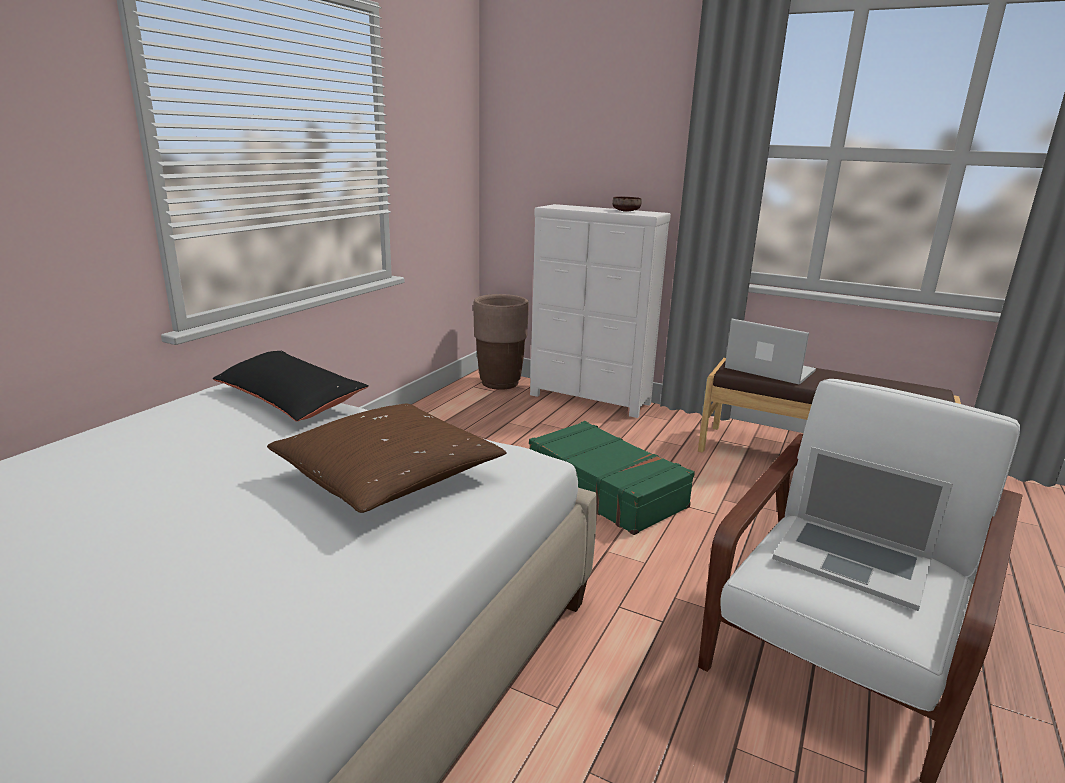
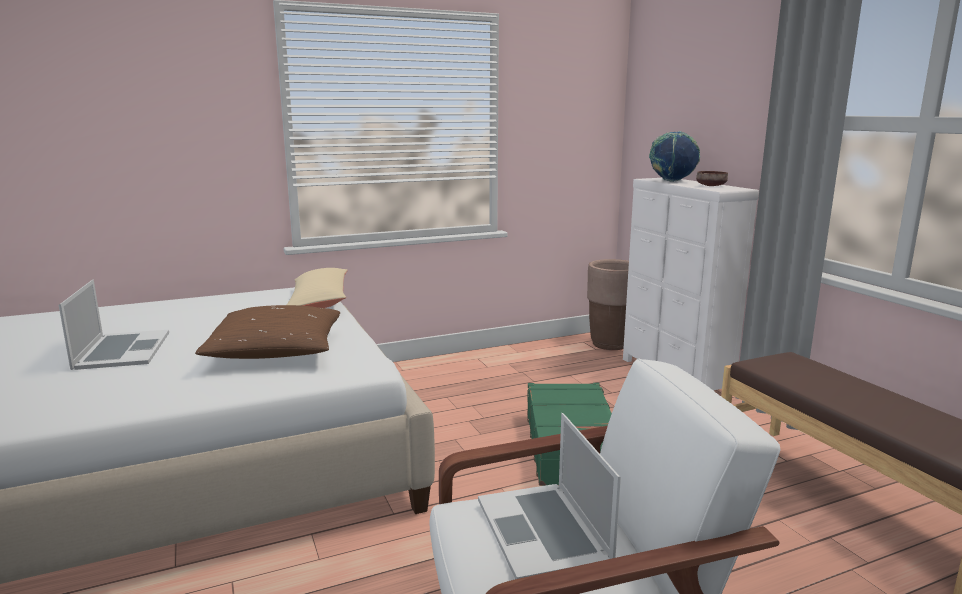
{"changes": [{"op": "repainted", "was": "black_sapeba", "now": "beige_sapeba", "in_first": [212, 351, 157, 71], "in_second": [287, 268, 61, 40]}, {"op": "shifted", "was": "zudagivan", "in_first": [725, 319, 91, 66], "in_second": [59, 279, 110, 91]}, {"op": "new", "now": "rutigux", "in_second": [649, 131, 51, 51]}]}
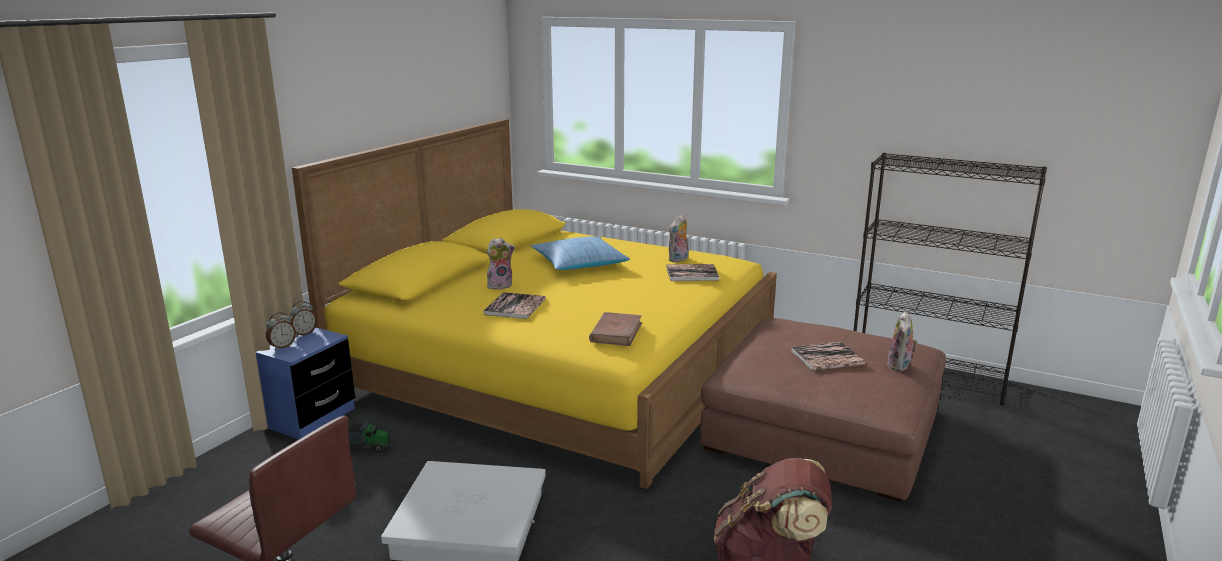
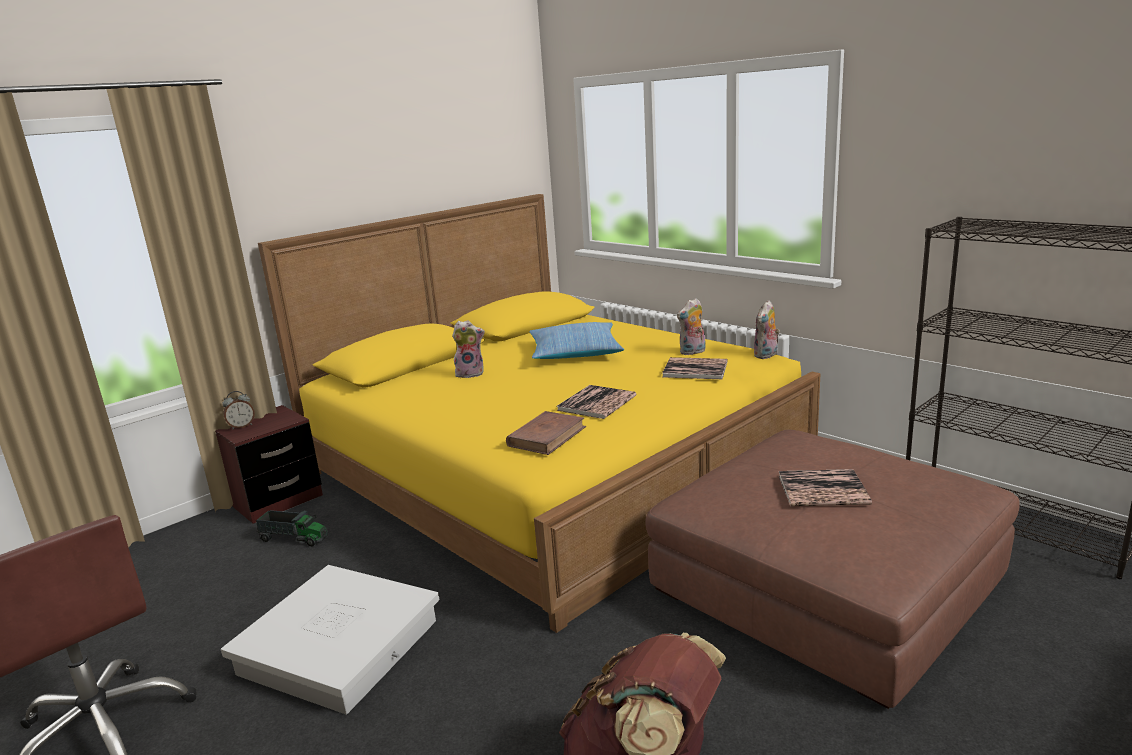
{"changes": [{"op": "repainted", "was": "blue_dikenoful", "now": "brown_dikenoful", "in_first": [256, 327, 99, 112], "in_second": [215, 405, 108, 118]}, {"op": "gone", "was": "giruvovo", "in_first": [290, 300, 27, 37]}, {"op": "shifted", "was": "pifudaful", "in_first": [483, 292, 63, 27], "in_second": [557, 385, 80, 34]}, {"op": "shifted", "was": "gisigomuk", "in_first": [887, 311, 30, 60], "in_second": [754, 300, 26, 59]}]}
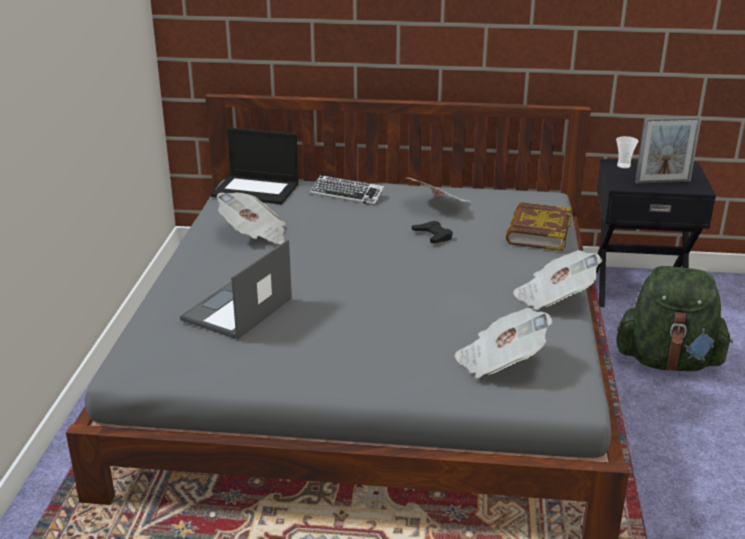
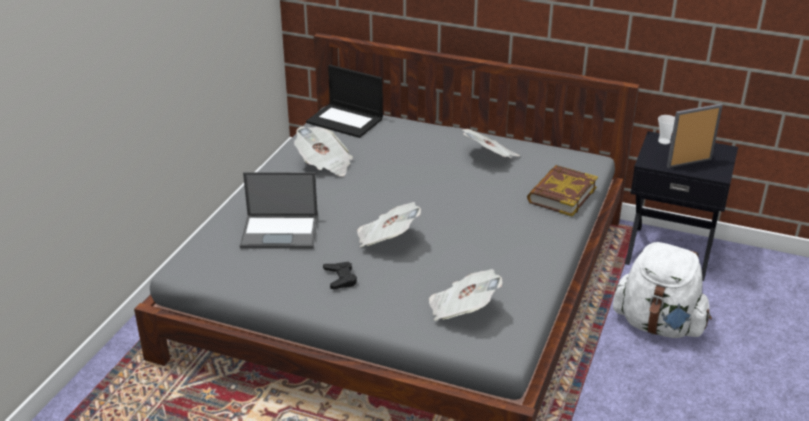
{"changes": [{"op": "rotated", "was": "zudagivan", "in_first": [180, 240, 112, 100], "in_second": [240, 172, 78, 77], "clockwise": -135}, {"op": "gone", "was": "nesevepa", "in_first": [310, 175, 75, 30]}, {"op": "shifted", "was": "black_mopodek", "in_first": [412, 221, 41, 22], "in_second": [323, 262, 34, 27]}, {"op": "shifted", "was": "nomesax", "in_first": [513, 250, 89, 60], "in_second": [357, 202, 64, 45]}, {"op": "repainted", "was": "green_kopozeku", "now": "white_kopozeku", "in_first": [616, 266, 117, 105], "in_second": [613, 242, 99, 96]}, {"op": "rotated", "was": "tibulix", "in_first": [635, 116, 67, 68], "in_second": [667, 104, 56, 64], "clockwise": 150}]}
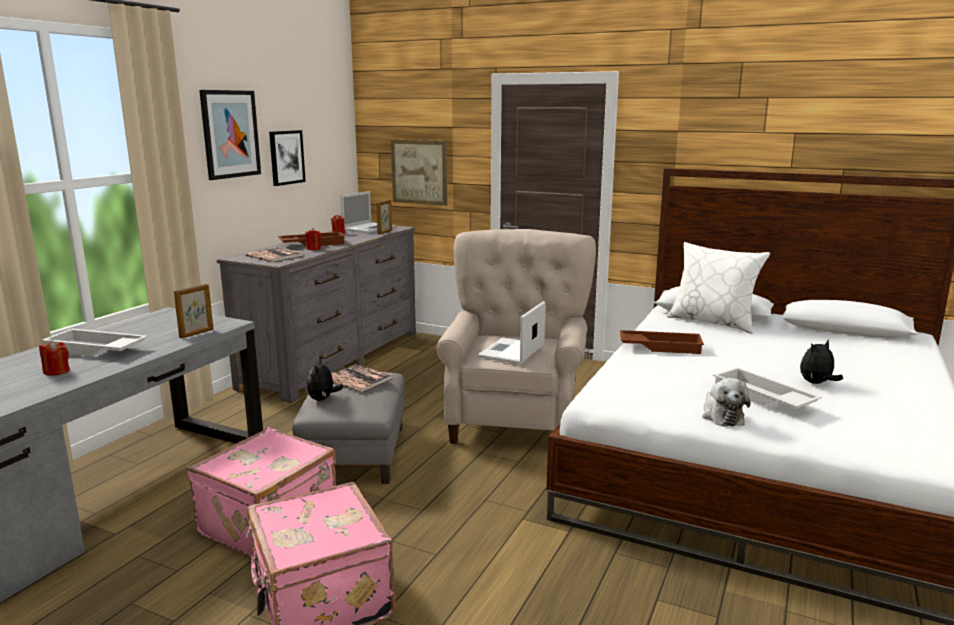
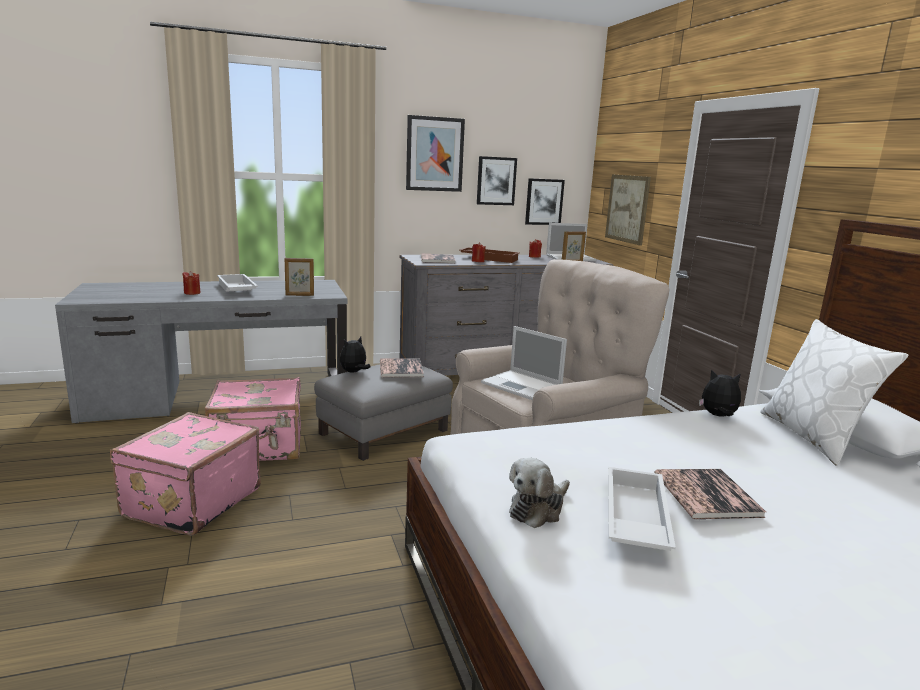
{"changes": [{"op": "rotated", "was": "zudagivan", "in_first": [477, 301, 69, 63], "in_second": [481, 326, 86, 74], "clockwise": -120}, {"op": "gone", "was": "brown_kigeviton", "in_first": [620, 330, 84, 24]}, {"op": "shifted", "was": "gisigomuk", "in_first": [800, 340, 43, 44], "in_second": [699, 370, 42, 47]}, {"op": "new", "now": "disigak", "in_second": [525, 178, 40, 47]}, {"op": "new", "now": "pifudaful", "in_second": [655, 469, 111, 50]}]}
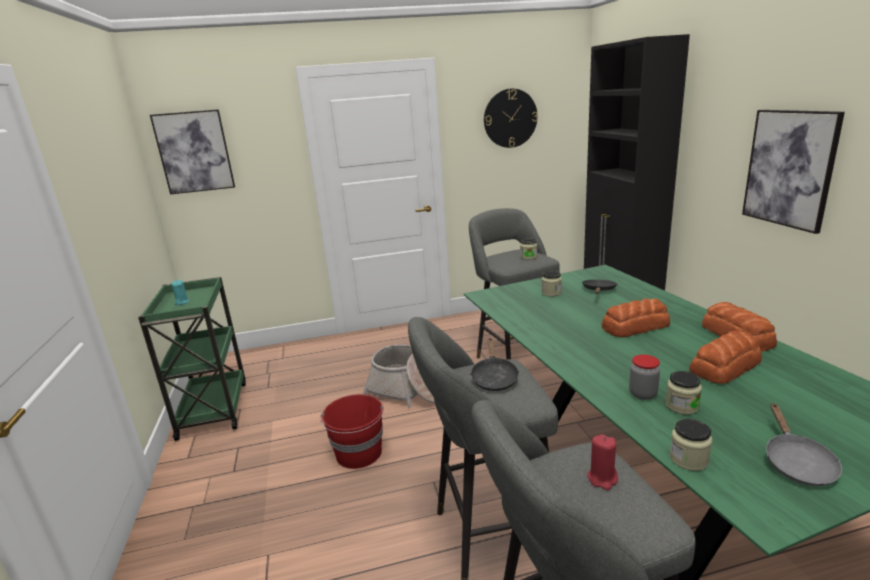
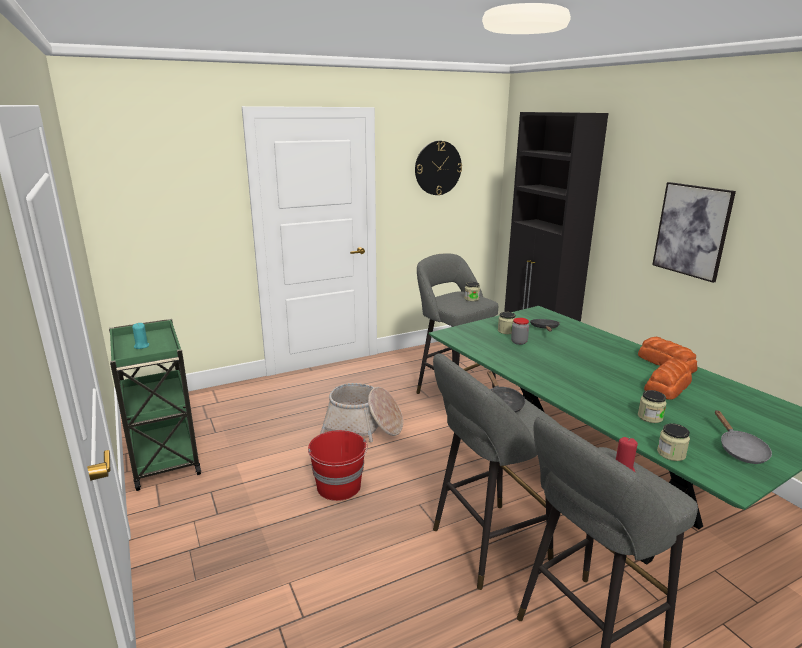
{"changes": [{"op": "gone", "was": "disigak", "in_first": [150, 109, 85, 85]}, {"op": "gone", "was": "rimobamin", "in_first": [602, 298, 68, 39]}, {"op": "shifted", "was": "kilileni", "in_first": [629, 354, 31, 46], "in_second": [511, 318, 18, 27]}]}
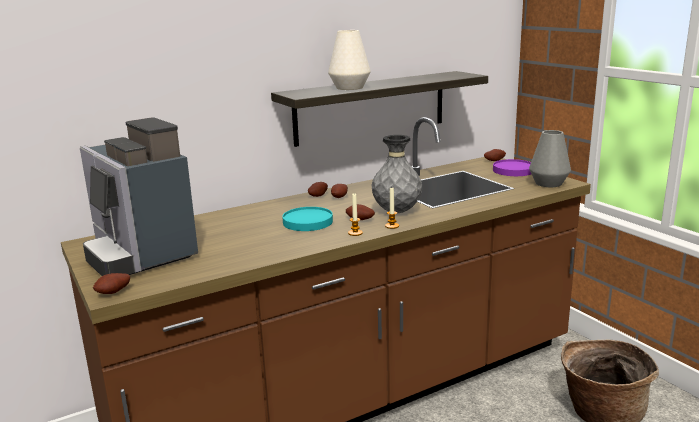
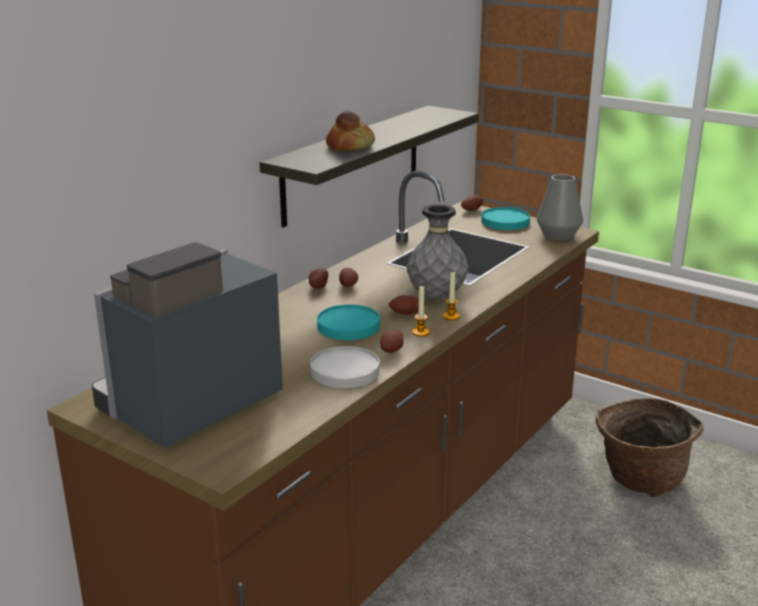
{"changes": [{"op": "rotated", "was": "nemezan", "in_first": [80, 117, 118, 159], "in_second": [92, 242, 191, 206], "clockwise": 105}, {"op": "shifted", "was": "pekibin", "in_first": [93, 273, 37, 21], "in_second": [380, 330, 24, 23]}, {"op": "swapped", "was": "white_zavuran", "now": "rimobamin", "in_first": [328, 30, 43, 60], "in_second": [326, 111, 49, 40]}, {"op": "repainted", "was": "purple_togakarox", "now": "turquoise_togakarox", "in_first": [493, 159, 38, 17], "in_second": [481, 207, 49, 23]}, {"op": "new", "now": "white_togakarox", "in_second": [310, 346, 70, 42]}]}
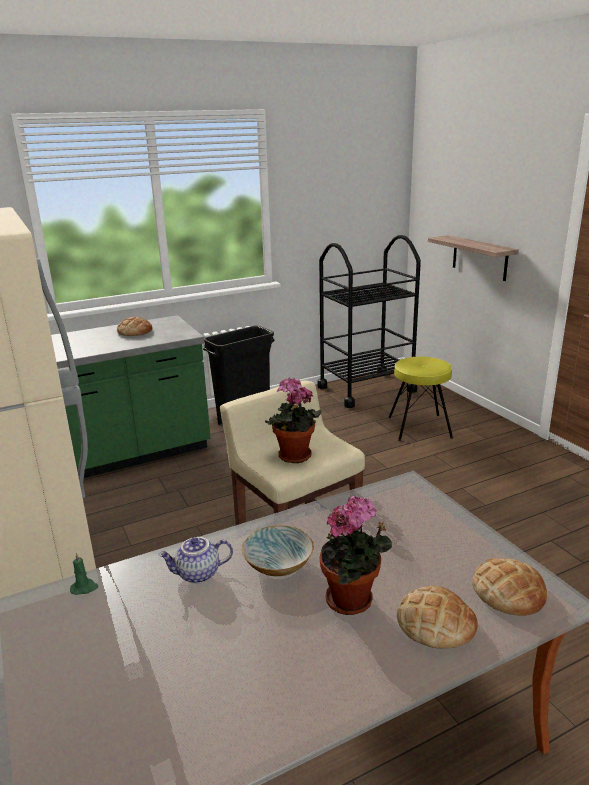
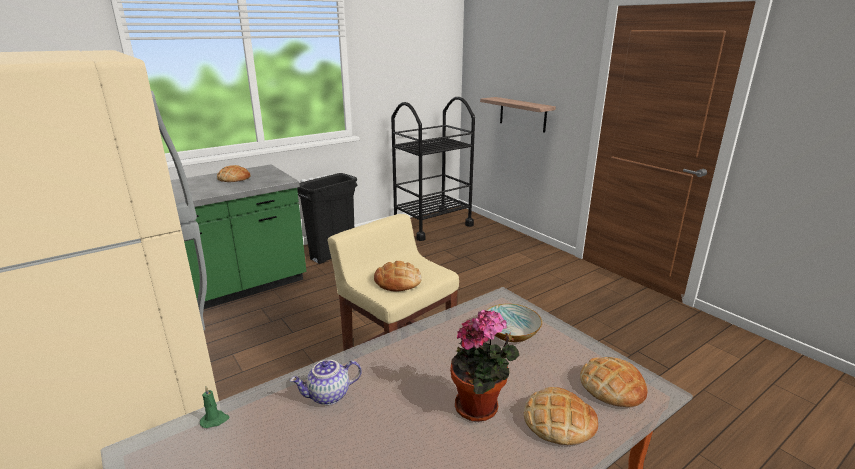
{"changes": [{"op": "shifted", "was": "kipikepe", "in_first": [242, 525, 72, 51], "in_second": [486, 304, 56, 38]}, {"op": "swapped", "was": "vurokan", "now": "rimobamin", "in_first": [265, 377, 57, 86], "in_second": [374, 261, 48, 31]}, {"op": "gone", "was": "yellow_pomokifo", "in_first": [388, 357, 65, 84]}]}
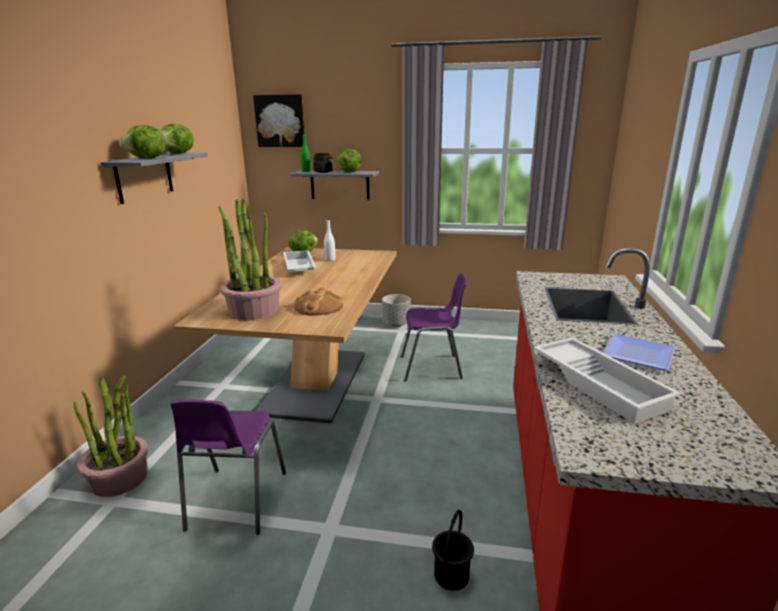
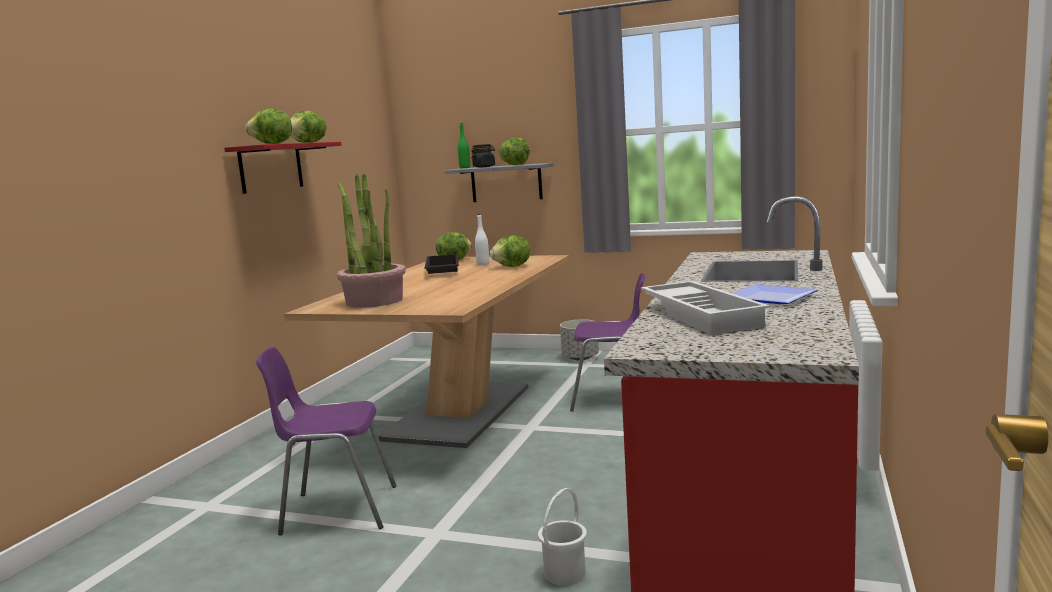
{"changes": [{"op": "gone", "was": "vurokan", "in_first": [73, 375, 75, 122]}, {"op": "repainted", "was": "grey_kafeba", "now": "red_kafeba", "in_first": [101, 153, 107, 51], "in_second": [224, 142, 118, 52]}, {"op": "rotated", "was": "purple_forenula", "in_first": [171, 400, 115, 135], "in_second": [256, 347, 140, 188], "clockwise": 75}, {"op": "gone", "was": "disigak", "in_first": [253, 94, 51, 53]}, {"op": "repainted", "was": "white_kigeviton", "now": "black_kigeviton", "in_first": [283, 250, 33, 22], "in_second": [425, 254, 34, 20]}, {"op": "gone", "was": "rimobamin", "in_first": [294, 287, 49, 29]}, {"op": "repainted", "was": "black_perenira", "now": "white_perenira", "in_first": [432, 510, 42, 81], "in_second": [538, 488, 49, 97]}, {"op": "new", "now": "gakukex", "in_second": [490, 235, 40, 32]}]}
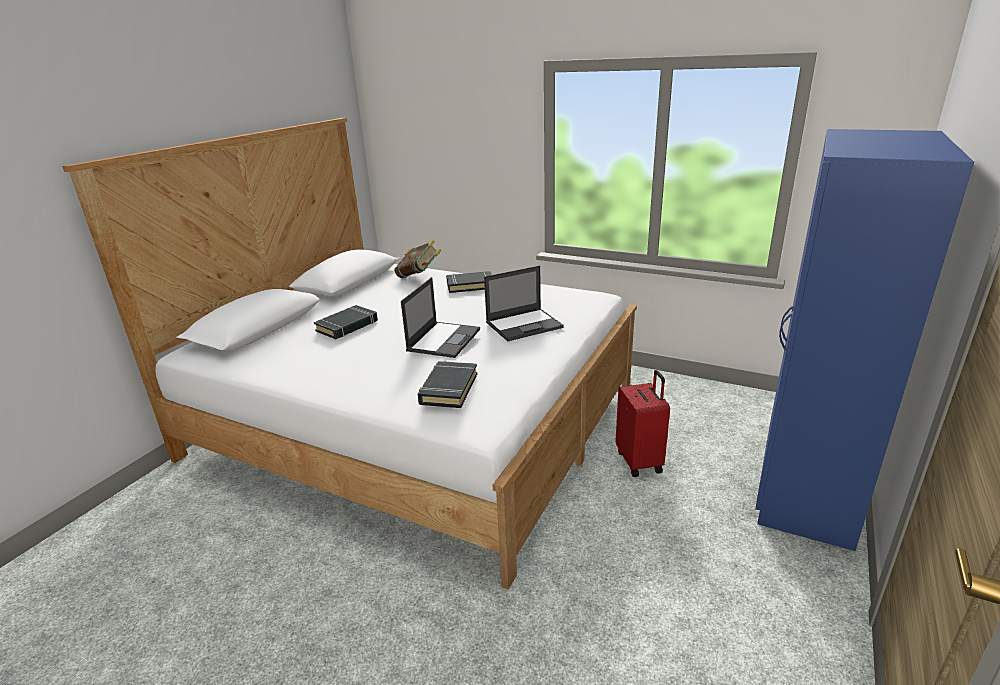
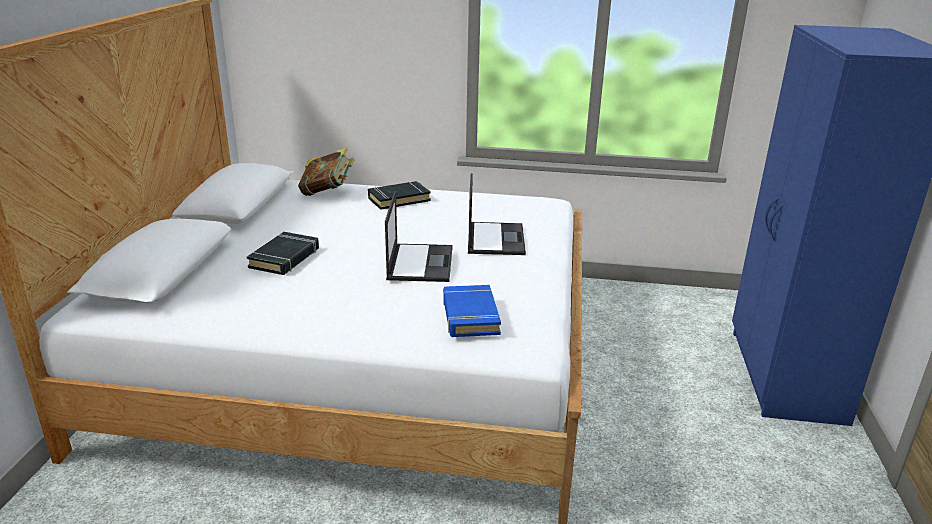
{"changes": [{"op": "repainted", "was": "black_pifudaful", "now": "blue_pifudaful", "in_first": [418, 361, 59, 47], "in_second": [443, 285, 58, 52]}, {"op": "rotated", "was": "zudagivan", "in_first": [484, 266, 80, 75], "in_second": [468, 173, 58, 82], "clockwise": -45}, {"op": "gone", "was": "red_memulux", "in_first": [616, 370, 54, 107]}]}
